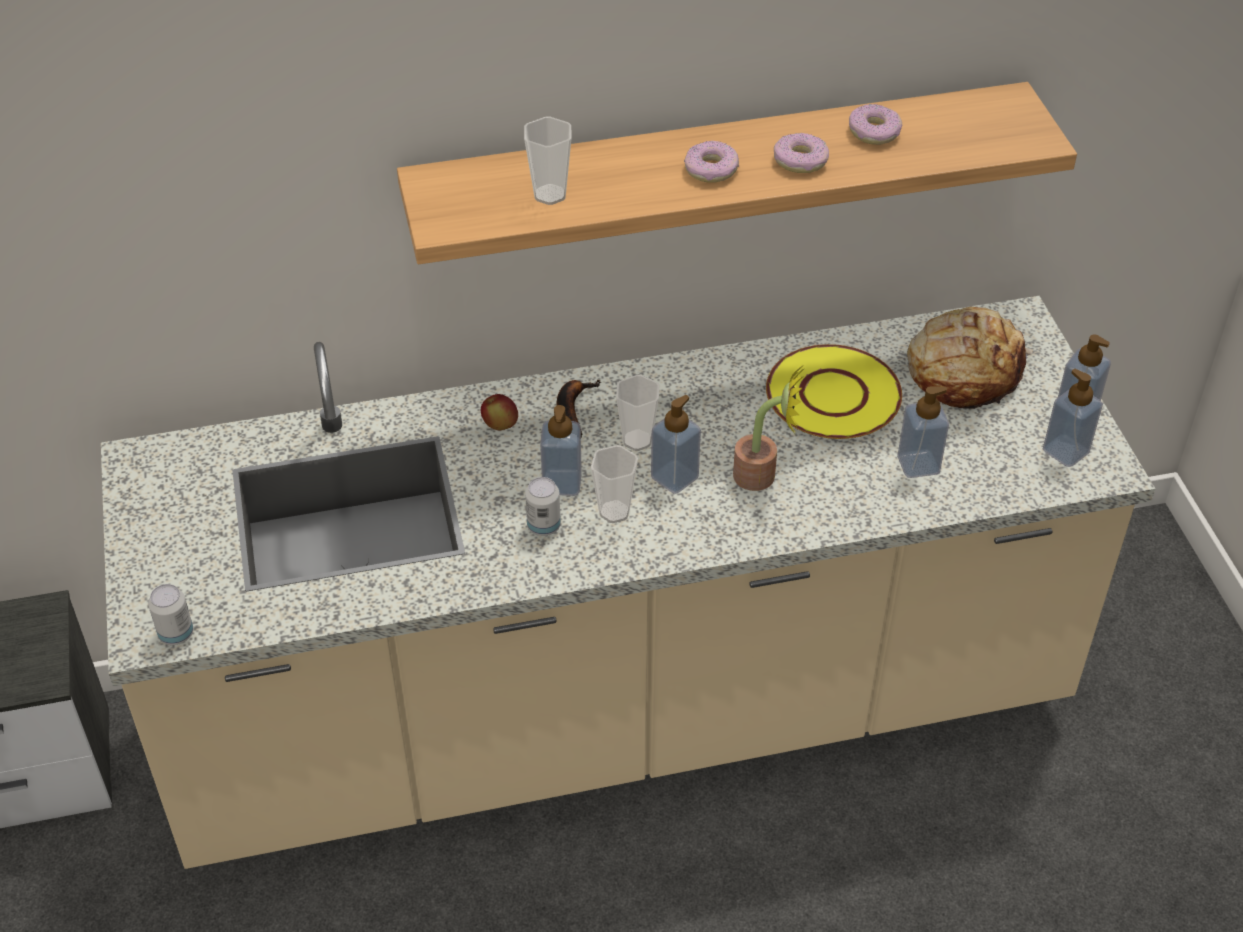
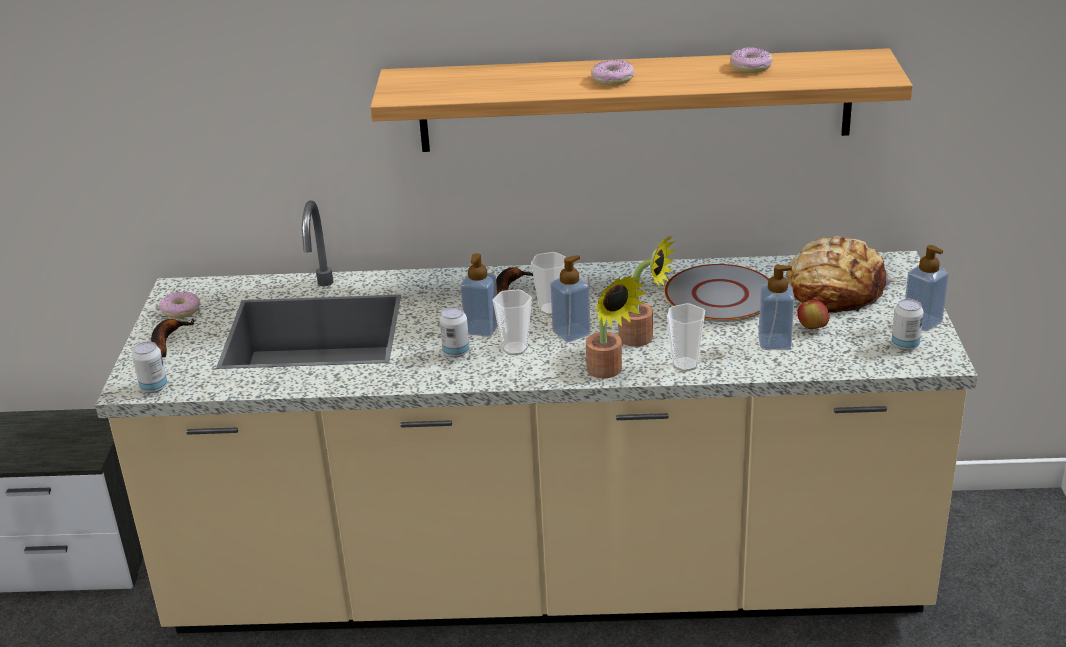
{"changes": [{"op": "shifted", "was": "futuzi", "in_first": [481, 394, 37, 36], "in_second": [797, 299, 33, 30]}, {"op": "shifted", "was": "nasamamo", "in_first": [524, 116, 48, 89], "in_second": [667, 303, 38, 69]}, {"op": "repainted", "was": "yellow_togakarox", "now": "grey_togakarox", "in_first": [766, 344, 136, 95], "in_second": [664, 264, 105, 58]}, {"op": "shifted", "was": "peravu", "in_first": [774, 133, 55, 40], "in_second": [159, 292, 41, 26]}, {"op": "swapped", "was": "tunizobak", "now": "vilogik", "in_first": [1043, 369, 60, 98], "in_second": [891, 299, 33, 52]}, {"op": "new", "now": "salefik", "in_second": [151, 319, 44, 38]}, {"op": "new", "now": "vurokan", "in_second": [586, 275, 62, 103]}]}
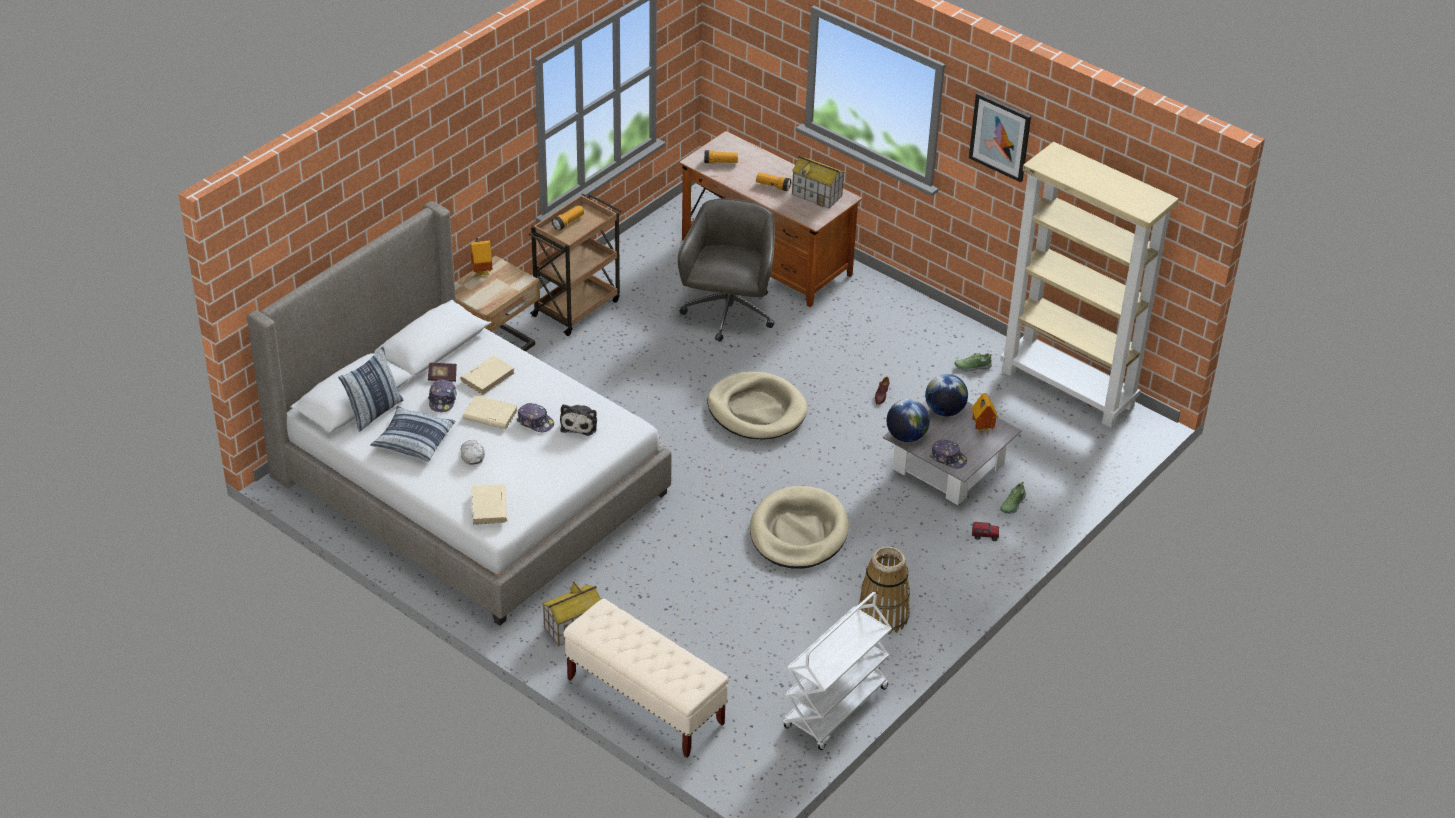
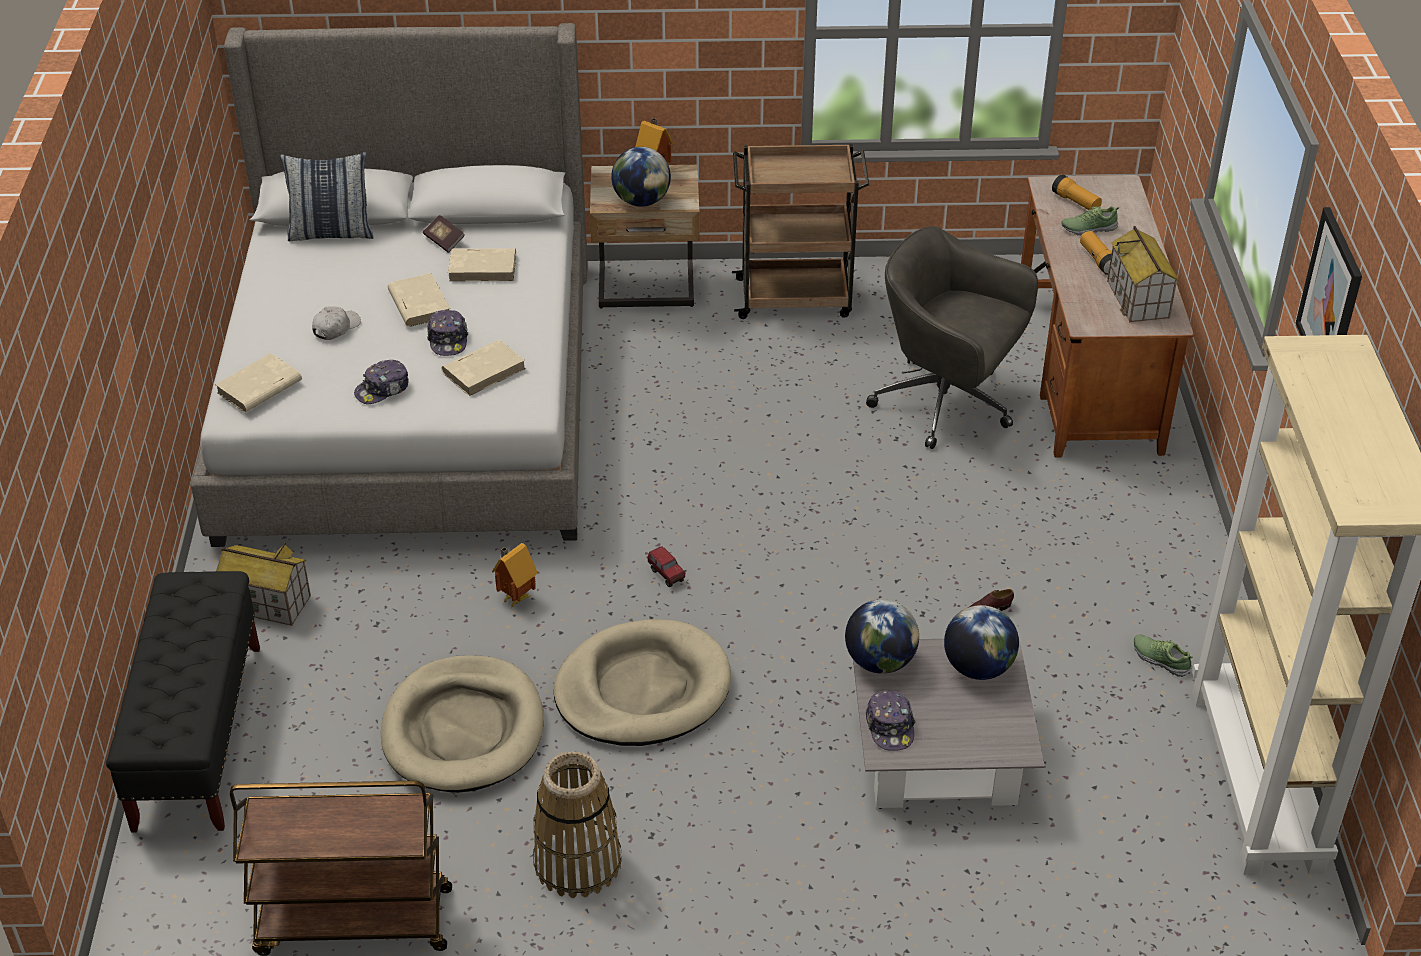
{"changes": [{"op": "gone", "was": "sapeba", "in_first": [370, 406, 86, 55]}, {"op": "shifted", "was": "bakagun", "in_first": [428, 380, 29, 32], "in_second": [354, 360, 55, 44]}, {"op": "gone", "was": "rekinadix", "in_first": [552, 205, 32, 26]}, {"op": "swapped", "was": "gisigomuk", "now": "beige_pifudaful", "in_first": [560, 404, 37, 32], "in_second": [441, 340, 85, 56]}, {"op": "repainted", "was": "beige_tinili", "now": "black_tinili", "in_first": [563, 598, 166, 160], "in_second": [106, 571, 154, 262]}, {"op": "rotated", "was": "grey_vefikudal", "in_first": [678, 198, 97, 144], "in_second": [866, 226, 172, 223], "clockwise": -120}, {"op": "shifted", "was": "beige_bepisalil", "in_first": [707, 371, 101, 69], "in_second": [381, 655, 163, 138]}, {"op": "repainted", "was": "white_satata", "now": "brown_satata", "in_first": [783, 592, 109, 158], "in_second": [230, 781, 222, 175]}, {"op": "shifted", "was": "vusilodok", "in_first": [972, 393, 26, 42], "in_second": [492, 543, 46, 64]}, {"op": "shifted", "was": "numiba", "in_first": [972, 522, 27, 19], "in_second": [647, 547, 38, 40]}, {"op": "shifted", "was": "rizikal", "in_first": [1000, 482, 26, 32], "in_second": [1061, 206, 58, 30]}, {"op": "new", "now": "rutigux", "in_second": [611, 147, 60, 60]}]}
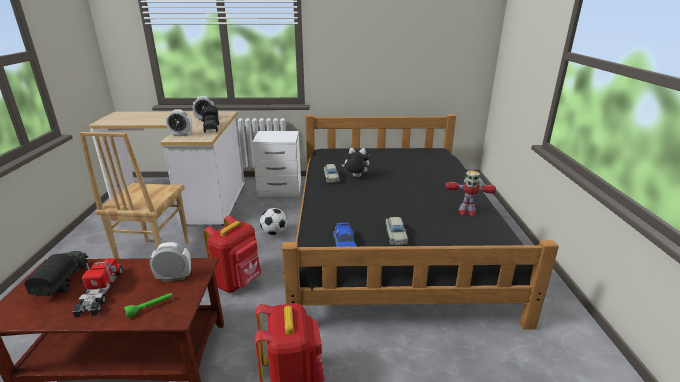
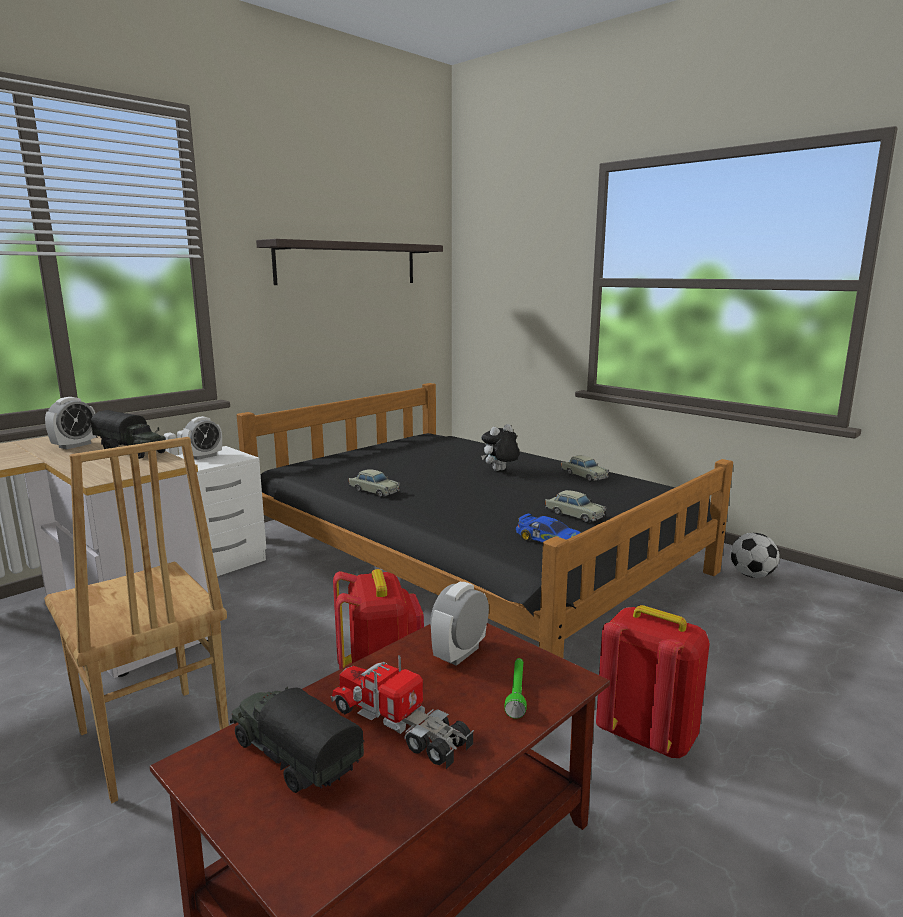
{"changes": [{"op": "shifted", "was": "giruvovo", "in_first": [166, 109, 26, 27], "in_second": [182, 416, 40, 44]}, {"op": "shifted", "was": "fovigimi", "in_first": [260, 208, 27, 27], "in_second": [730, 533, 49, 45]}, {"op": "shifted", "was": "gisigomuk", "in_first": [341, 148, 29, 29], "in_second": [481, 424, 38, 47]}, {"op": "swapped", "was": "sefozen", "now": "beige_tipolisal", "in_first": [445, 170, 51, 46], "in_second": [561, 455, 48, 27]}, {"op": "new", "now": "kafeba", "in_second": [256, 239, 187, 46]}]}
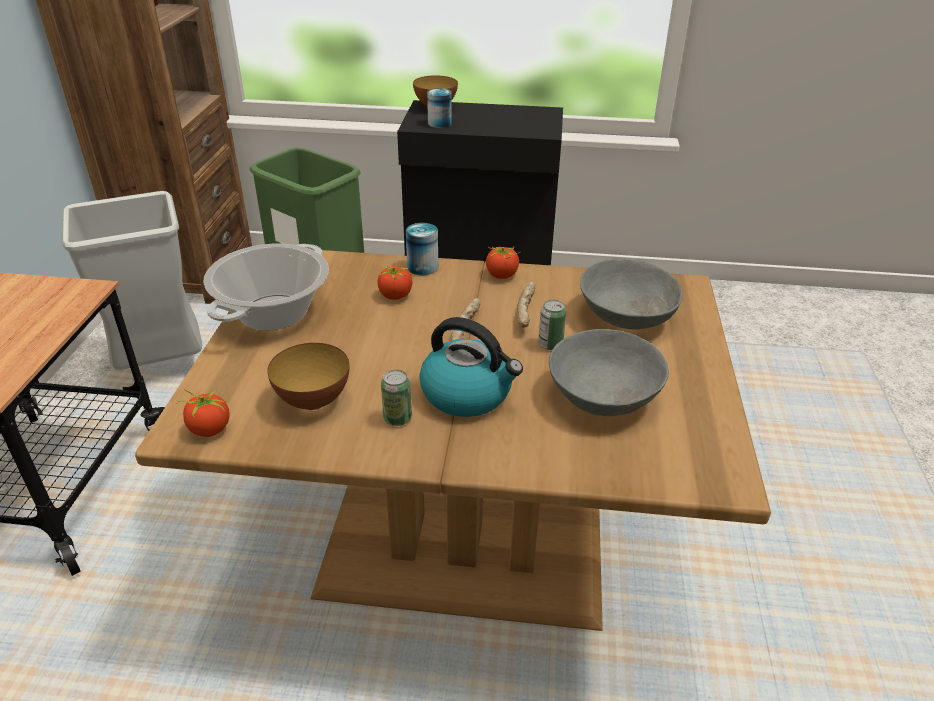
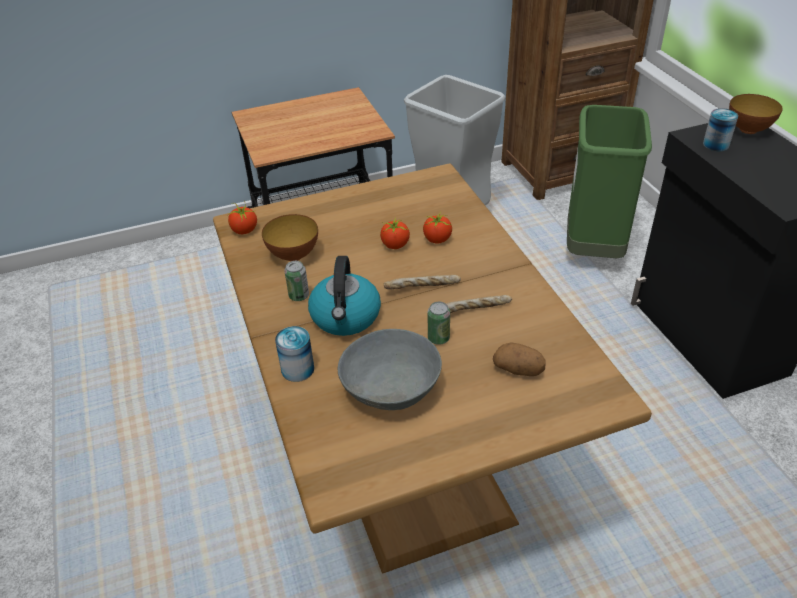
{"changes": [{"op": "gone", "was": "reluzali", "in_first": [203, 244, 126, 86]}, {"op": "shifted", "was": "vilogik", "in_first": [406, 223, 32, 52], "in_second": [275, 326, 39, 56]}, {"op": "shifted", "was": "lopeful", "in_first": [486, 246, 34, 33], "in_second": [380, 218, 30, 31]}, {"op": "swapped", "was": "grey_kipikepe", "now": "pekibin", "in_first": [580, 259, 103, 70], "in_second": [493, 343, 52, 33]}]}
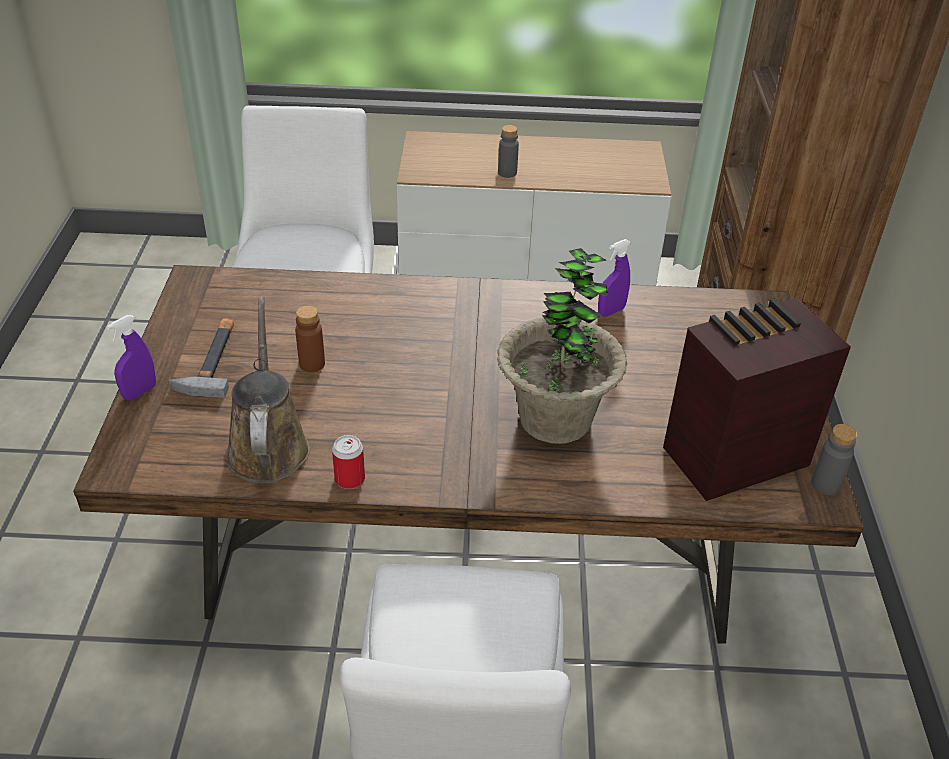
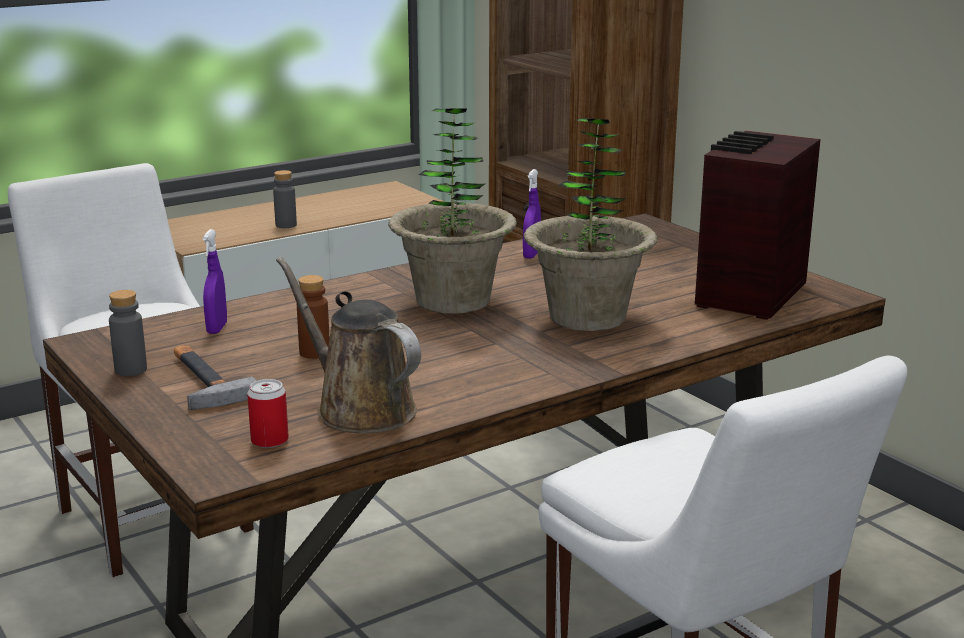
{"changes": [{"op": "shifted", "was": "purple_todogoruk", "in_first": [107, 315, 49, 85], "in_second": [203, 229, 24, 105]}, {"op": "shifted", "was": "vilogik", "in_first": [332, 435, 33, 54], "in_second": [247, 379, 42, 69]}, {"op": "shifted", "was": "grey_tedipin", "in_first": [812, 424, 46, 71], "in_second": [109, 290, 38, 86]}, {"op": "new", "now": "vurokan", "in_second": [388, 108, 129, 206]}]}
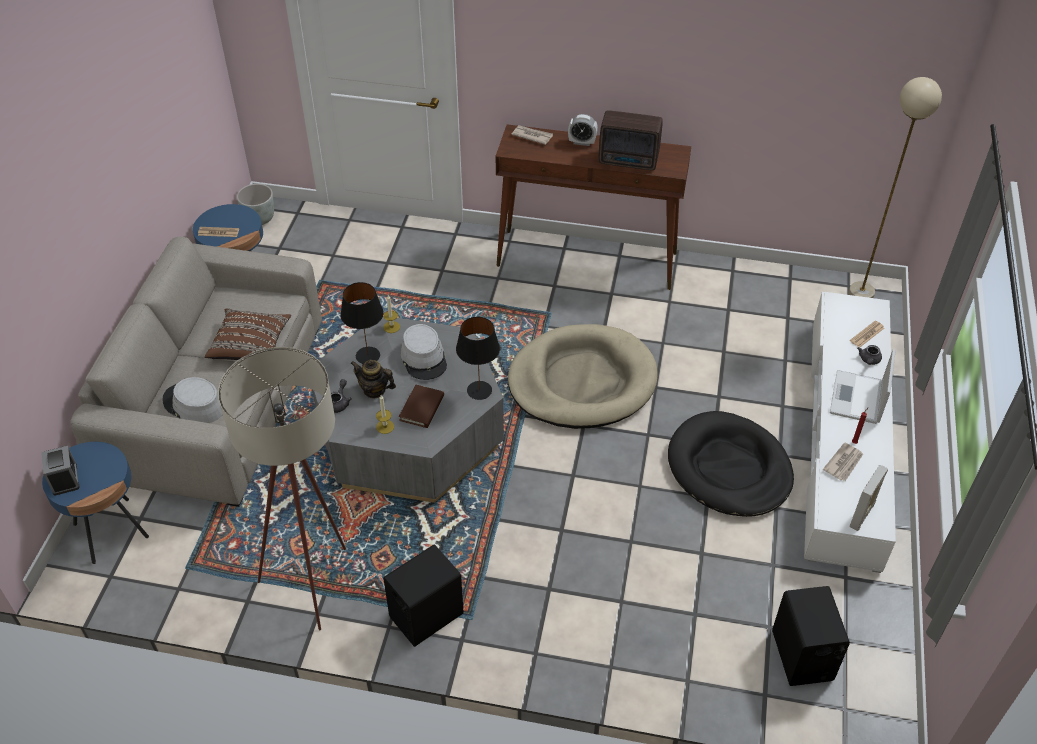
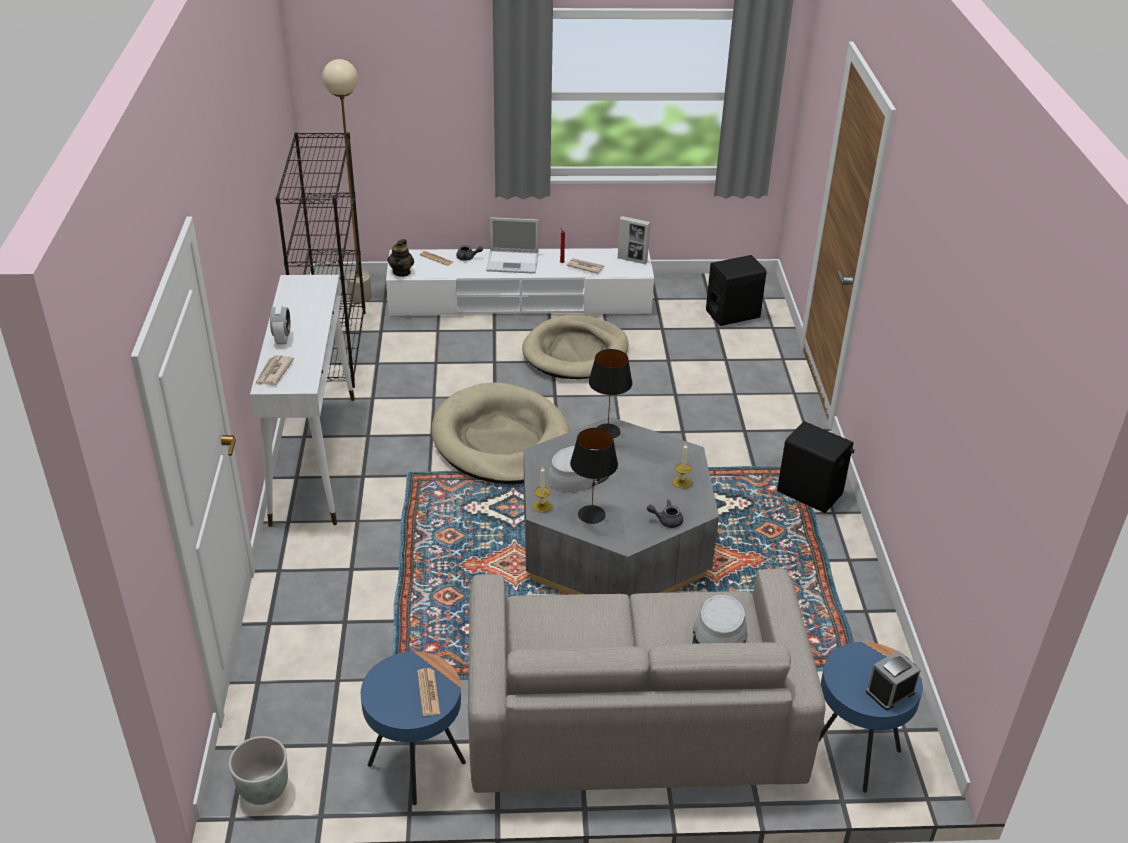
{"changes": [{"op": "gone", "was": "brown_sapeba", "in_first": [205, 309, 86, 51]}, {"op": "gone", "was": "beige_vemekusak", "in_first": [218, 347, 128, 283]}, {"op": "shifted", "was": "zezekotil", "in_first": [350, 359, 46, 39], "in_second": [388, 239, 26, 38]}, {"op": "gone", "was": "brown_pifudaful", "in_first": [399, 385, 45, 43]}, {"op": "repainted", "was": "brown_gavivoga", "now": "white_gavivoga", "in_first": [496, 124, 195, 166], "in_second": [250, 275, 105, 251]}, {"op": "gone", "was": "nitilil", "in_first": [598, 110, 65, 60]}, {"op": "repainted", "was": "black_bepisalil", "now": "beige_bepisalil", "in_first": [668, 411, 126, 106], "in_second": [522, 315, 106, 64]}, {"op": "new", "now": "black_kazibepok", "in_second": [275, 132, 91, 256]}]}
